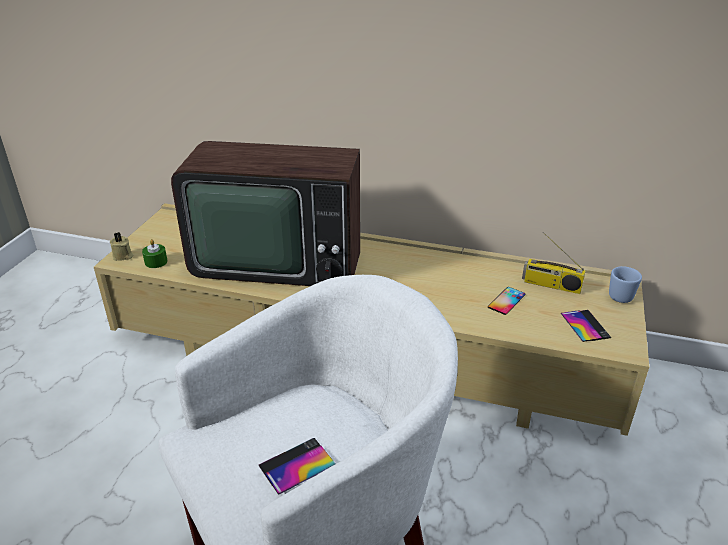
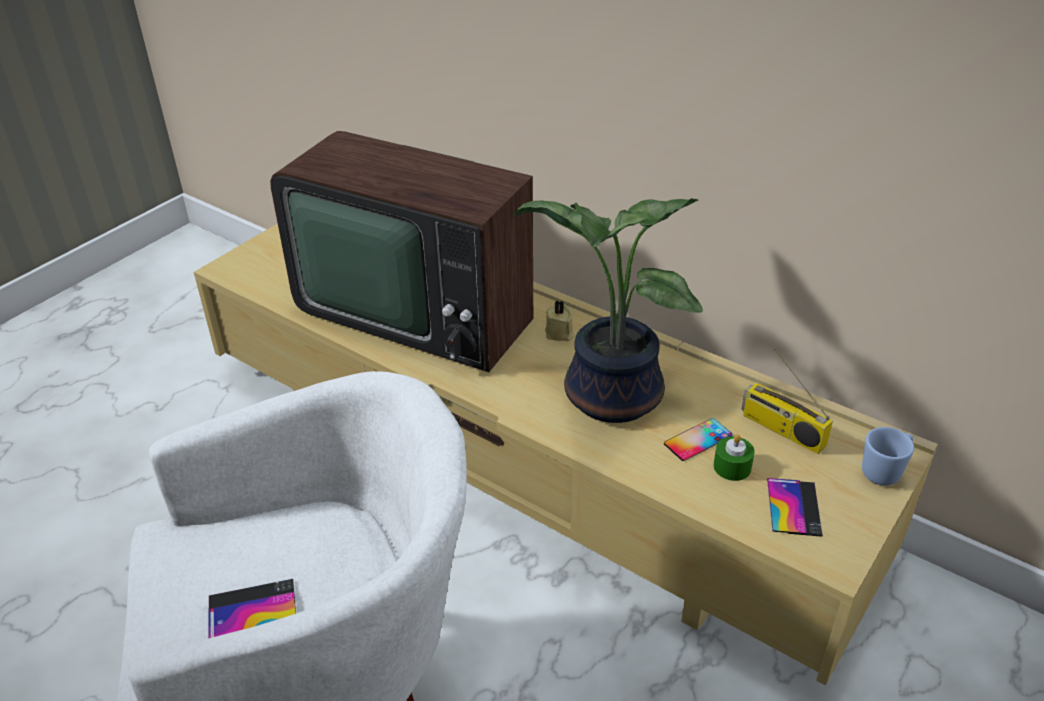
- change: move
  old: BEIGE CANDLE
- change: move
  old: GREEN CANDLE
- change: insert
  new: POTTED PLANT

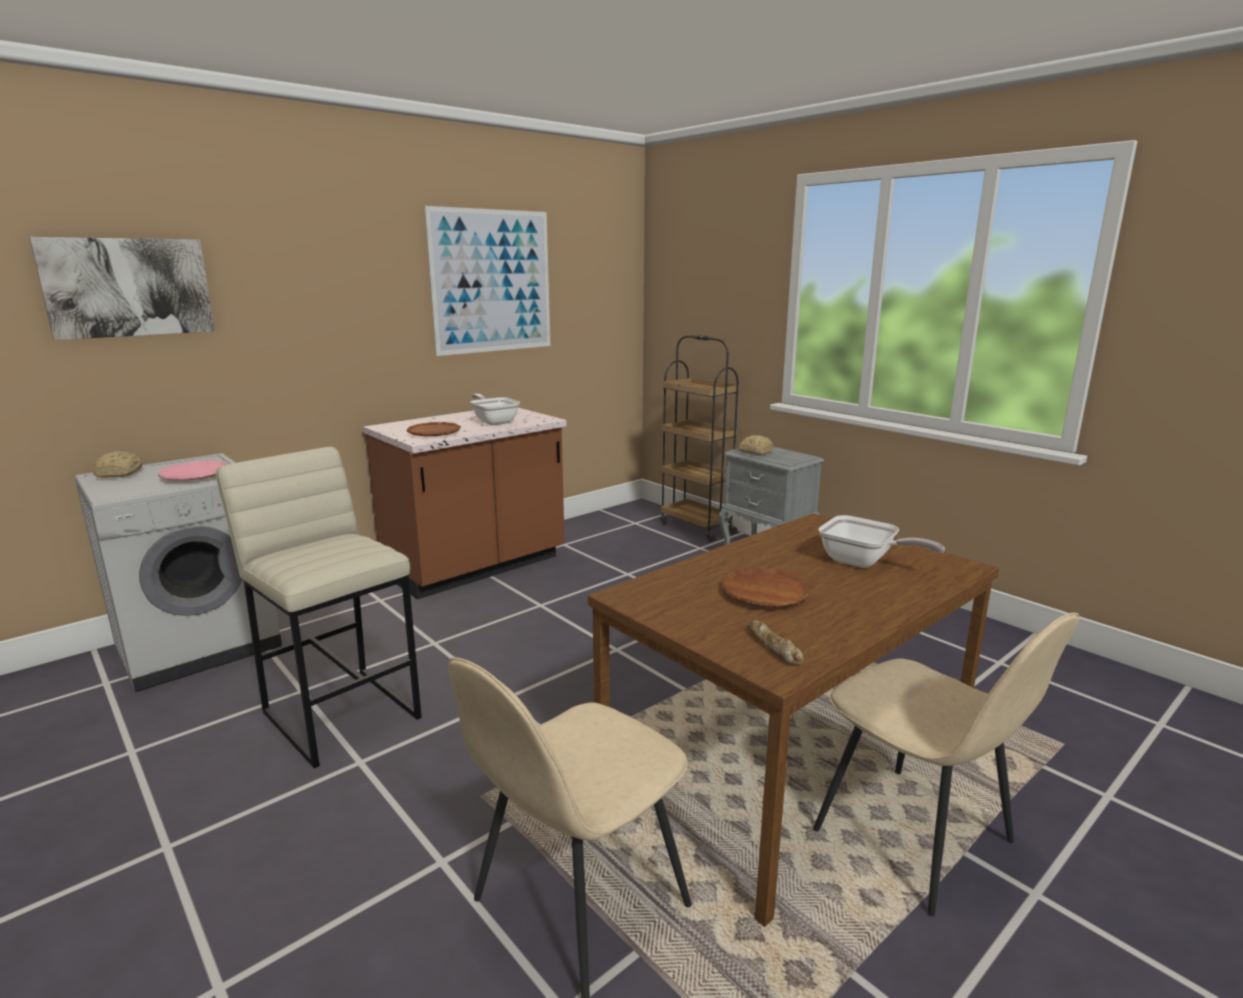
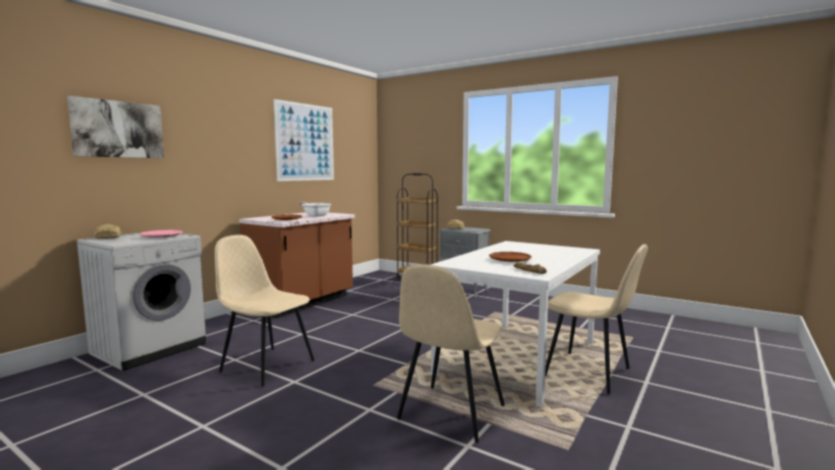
- change: replace
  old: BEIGE STOOL
  new: BEIGE CHAIR (1st from left)
- change: recolor
  old: BROWN DINING TABLE
  new: WHITE DINING TABLE
- change: delete
  old: FRYING PAN (2nd from left)

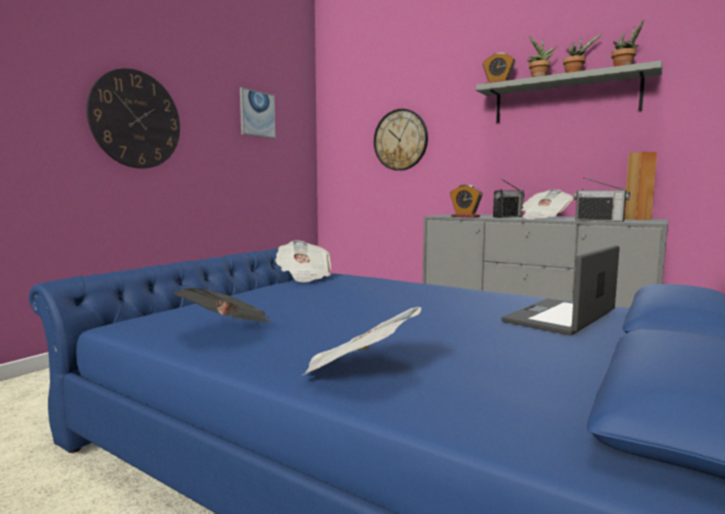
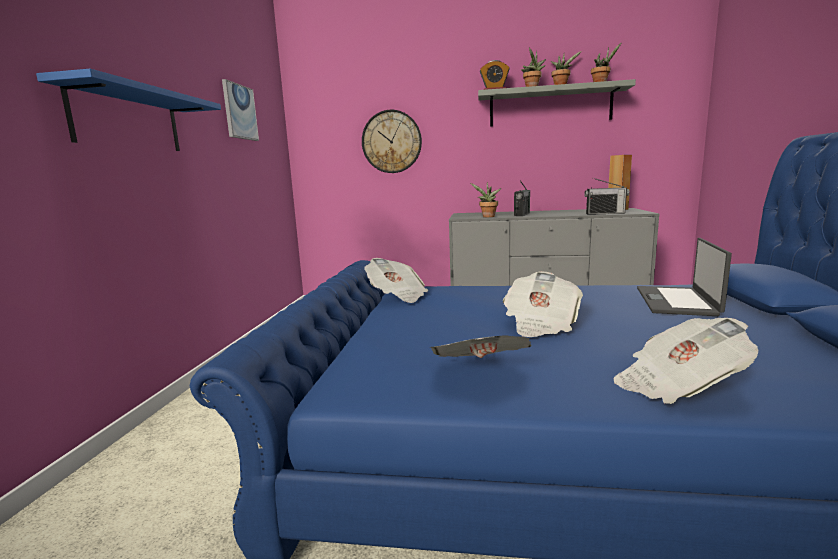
- change: replace
  old: WALL CLOCK (1st from left)
  new: BLUE SHELF
- change: replace
  old: ALARM CLOCK (1st from left)
  new: POTTED PLANT (1st from left)
- change: move
  old: NEWSPAPER (4th from left in the first image)
  new: NEWSPAPER (3rd from left)

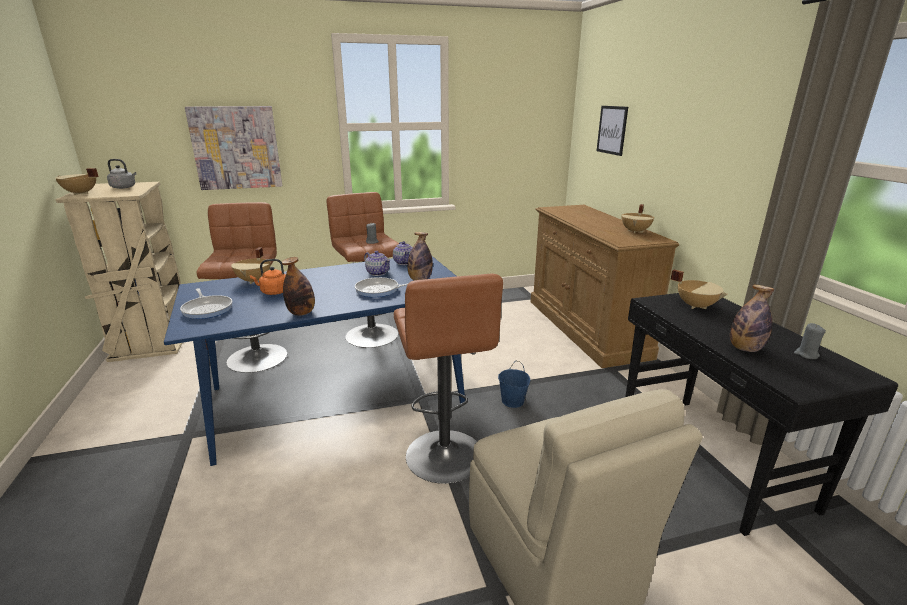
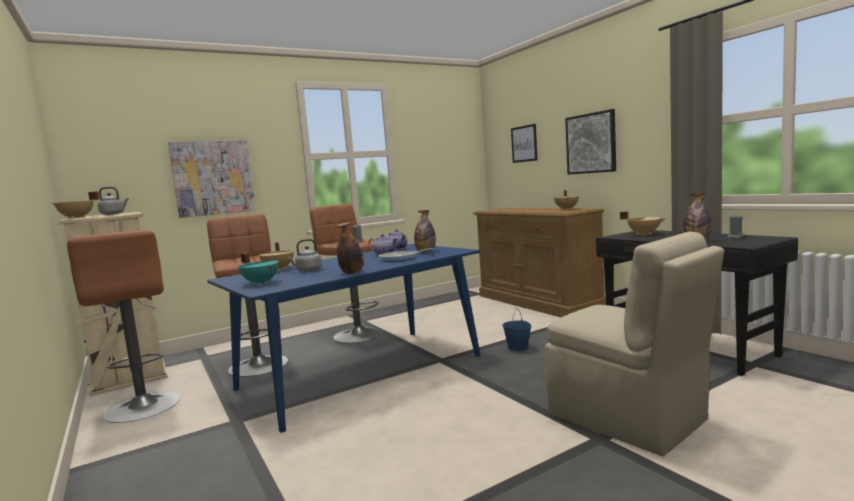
- change: replace
  old: FRYING PAN (1st from left)
  new: TURQUOISE COOKING POT
- change: recolor
  old: ORANGE KETTLE
  new: GREY KETTLE (2nd from left)
- change: move
  old: BROWN STOOL (3rd from left in the first image)
  new: BROWN STOOL (1st from left)
- change: insert
  new: PICTURE (3rd from left)

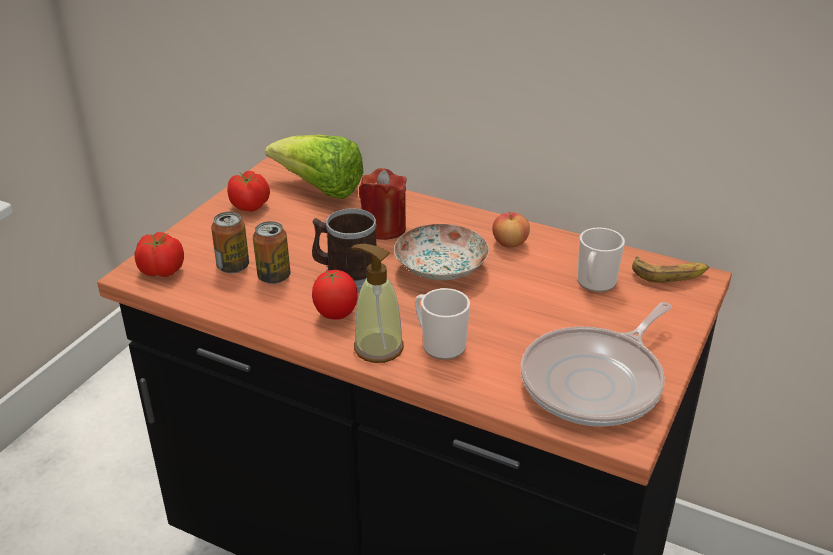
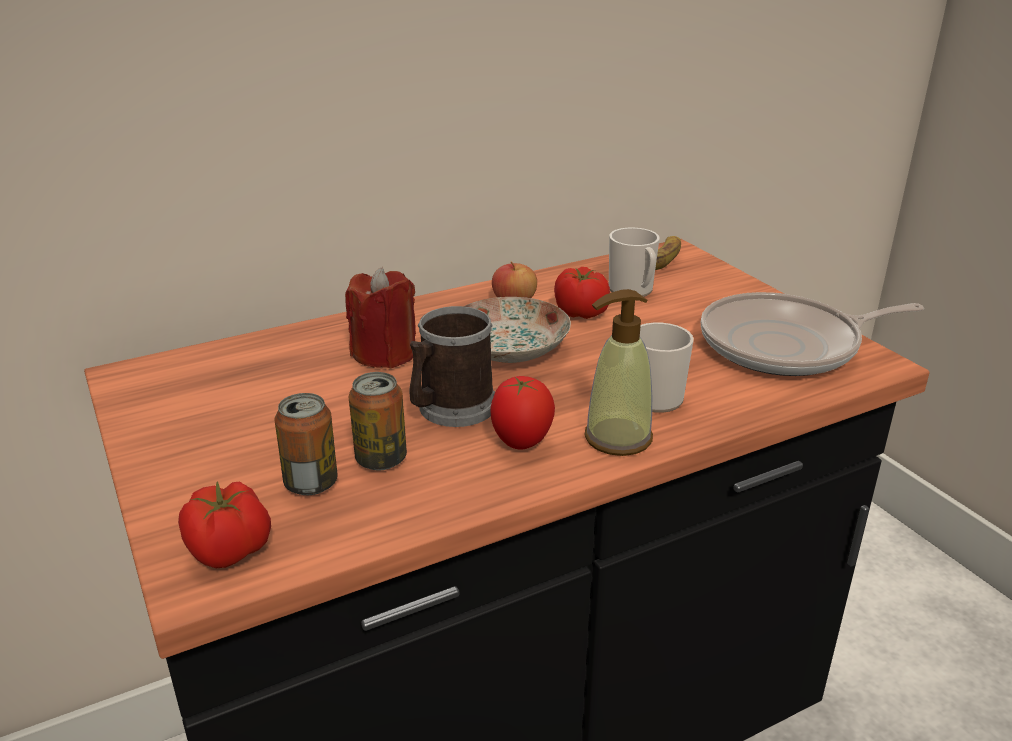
- change: move
  old: TOMATO (2nd from left in the first image)
  new: TOMATO (3rd from left)
- change: delete
  old: LETTUCE
- change: rotate
  old: FRYING PAN
  degrees: 90

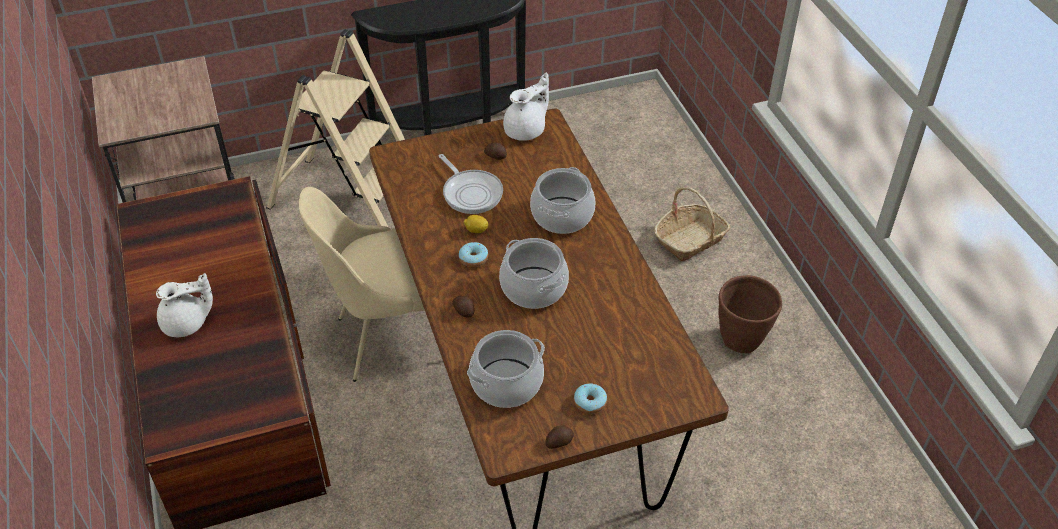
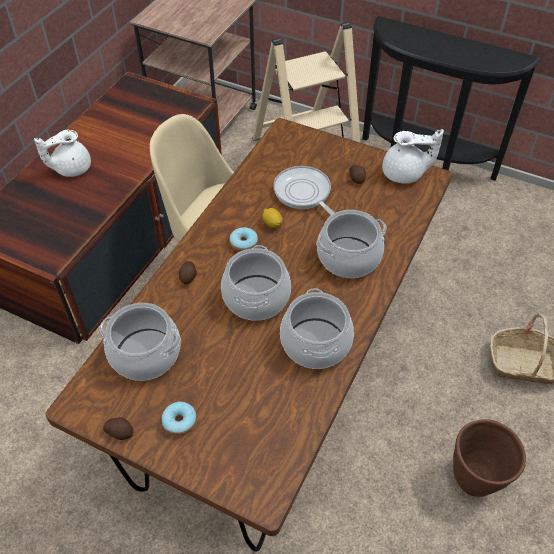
- change: rotate
  old: WHITE TEAPOT (1st from left)
  degrees: 120
- change: rotate
  old: FRYING PAN
  degrees: 135
- change: insert
  new: COOKING POT (3rd from left)

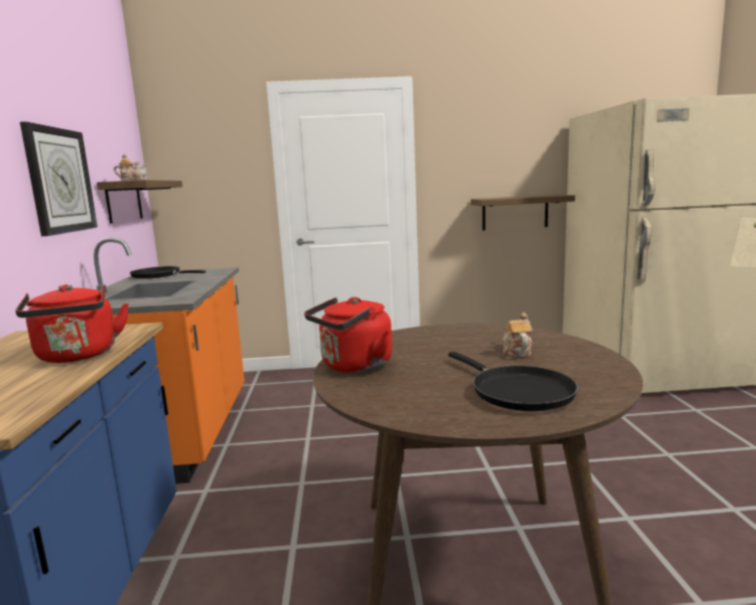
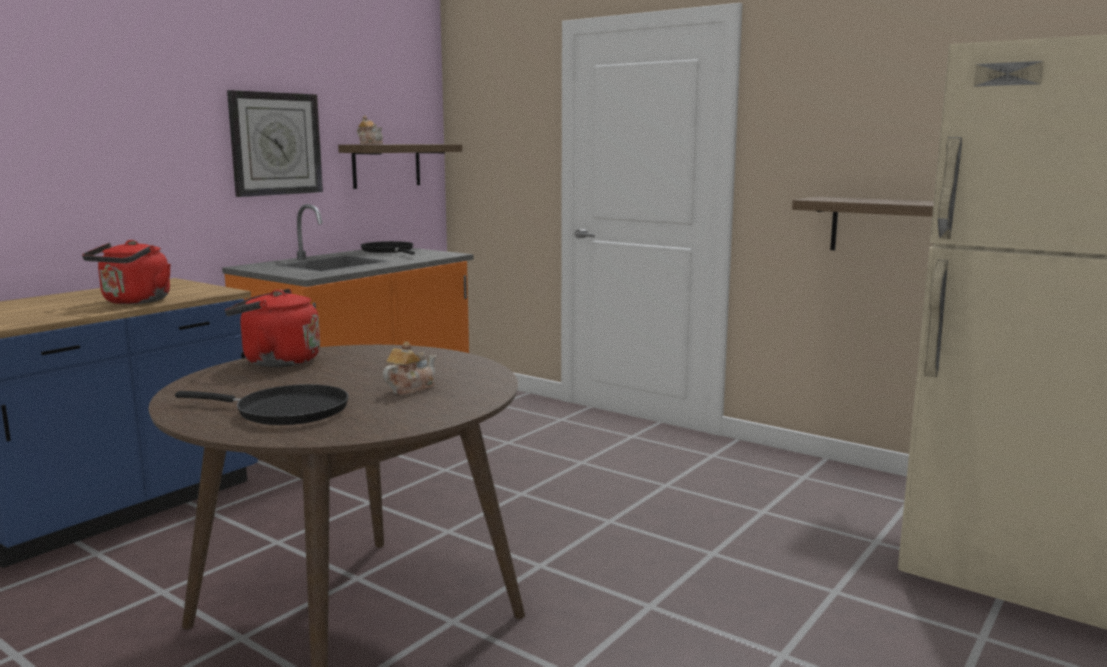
- change: rotate
  old: BLACK FRYING PAN (2nd from left in the first image)
  degrees: -90

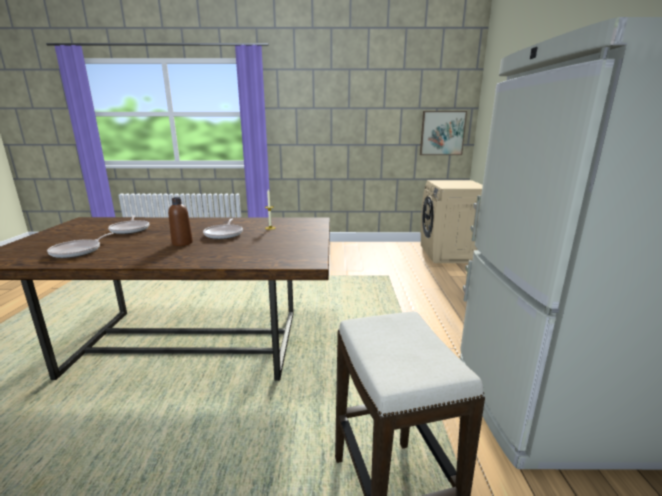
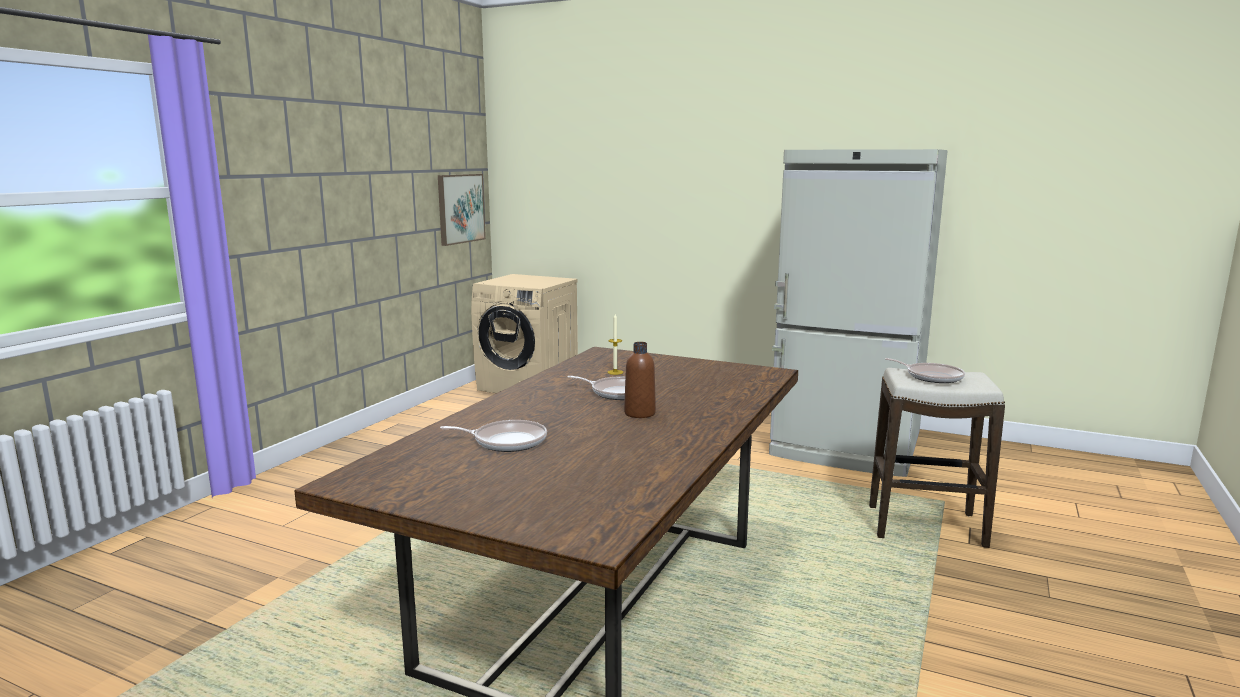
- change: move
  old: FRYING PAN (1st from left in the first image)
  new: FRYING PAN (3rd from left)

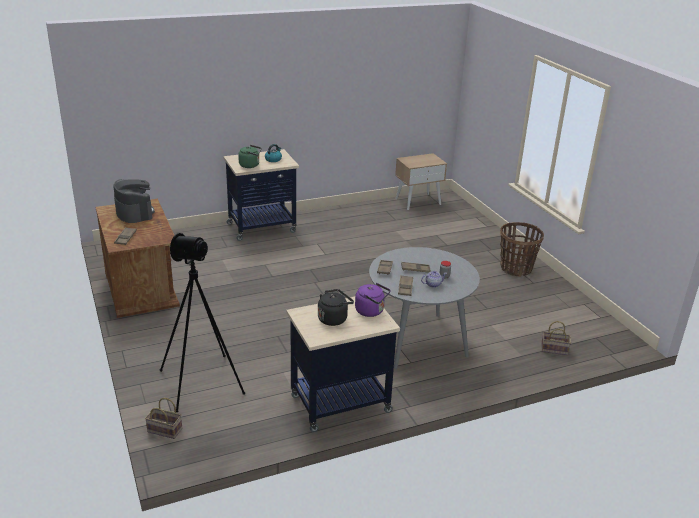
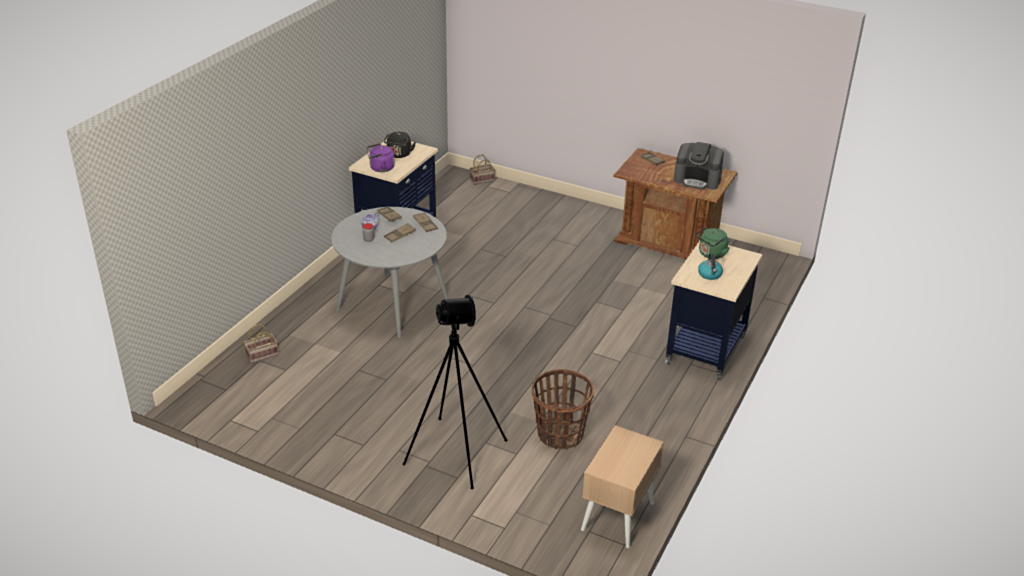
- change: move
  old: BLACK FLOOR LAMP
- change: move
  old: BASKET (2nd from left in the first image)
  new: BASKET (3rd from left)

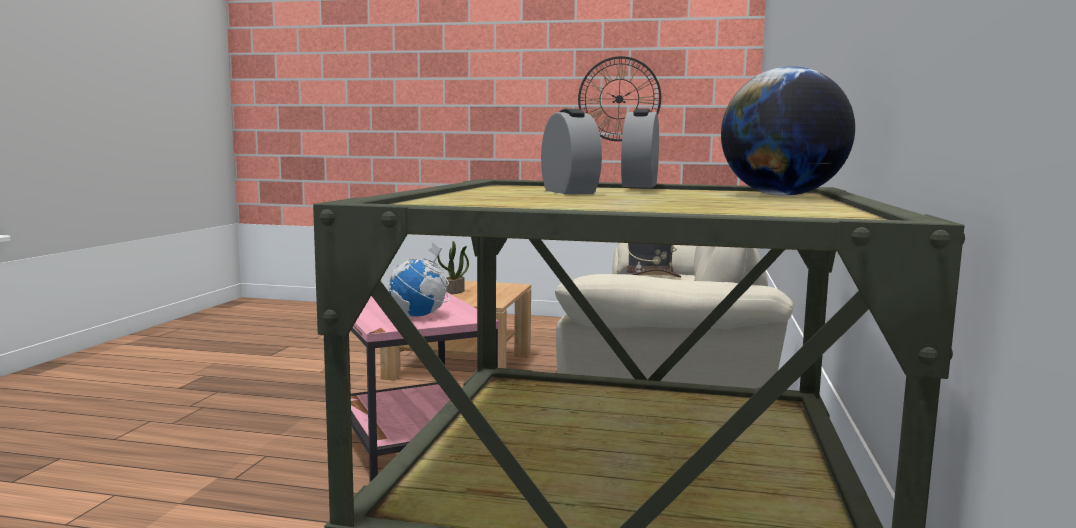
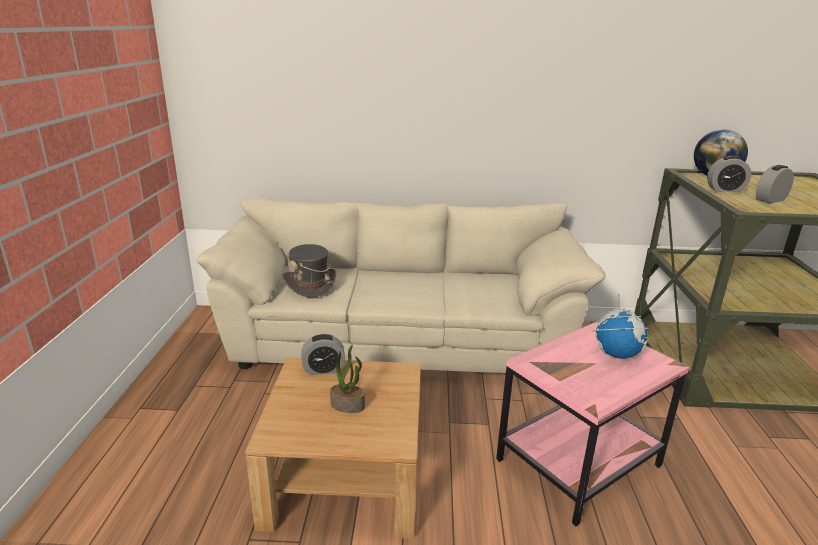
- change: delete
  old: WALL CLOCK
- change: insert
  new: ALARM CLOCK (1st from left)

